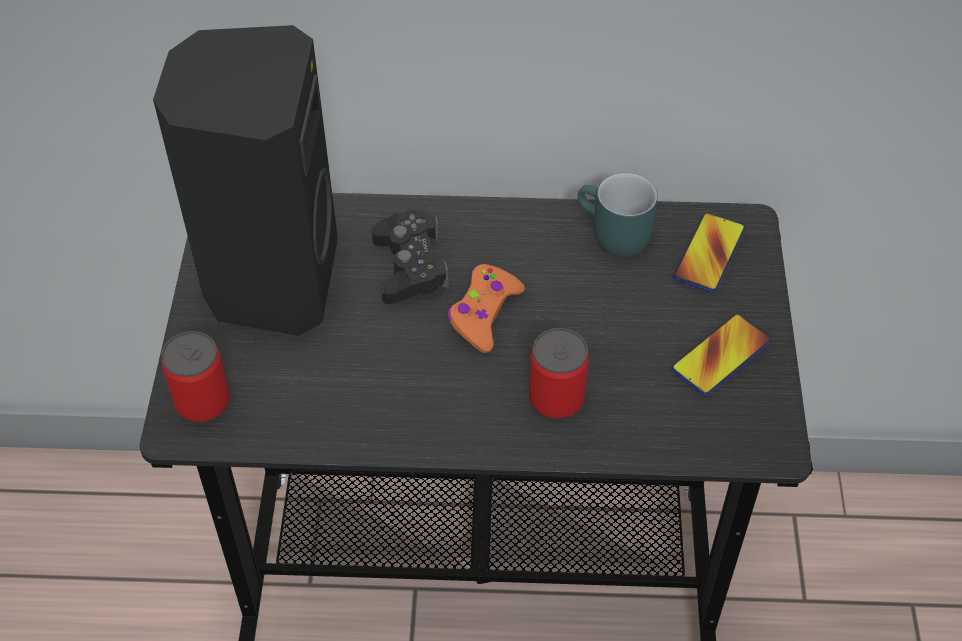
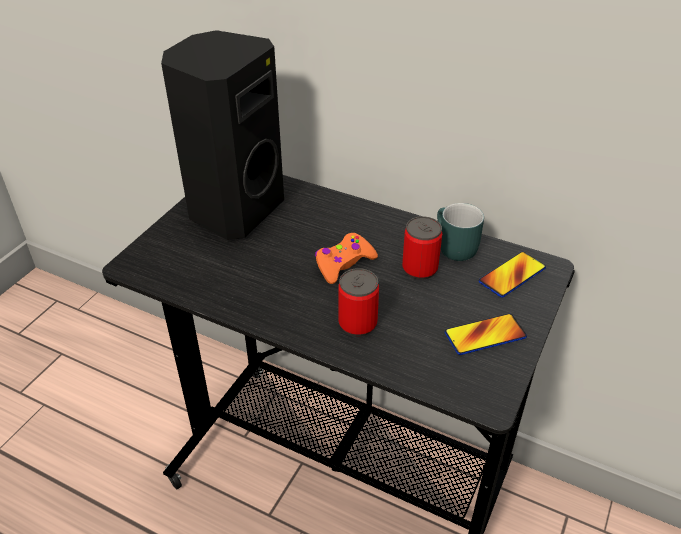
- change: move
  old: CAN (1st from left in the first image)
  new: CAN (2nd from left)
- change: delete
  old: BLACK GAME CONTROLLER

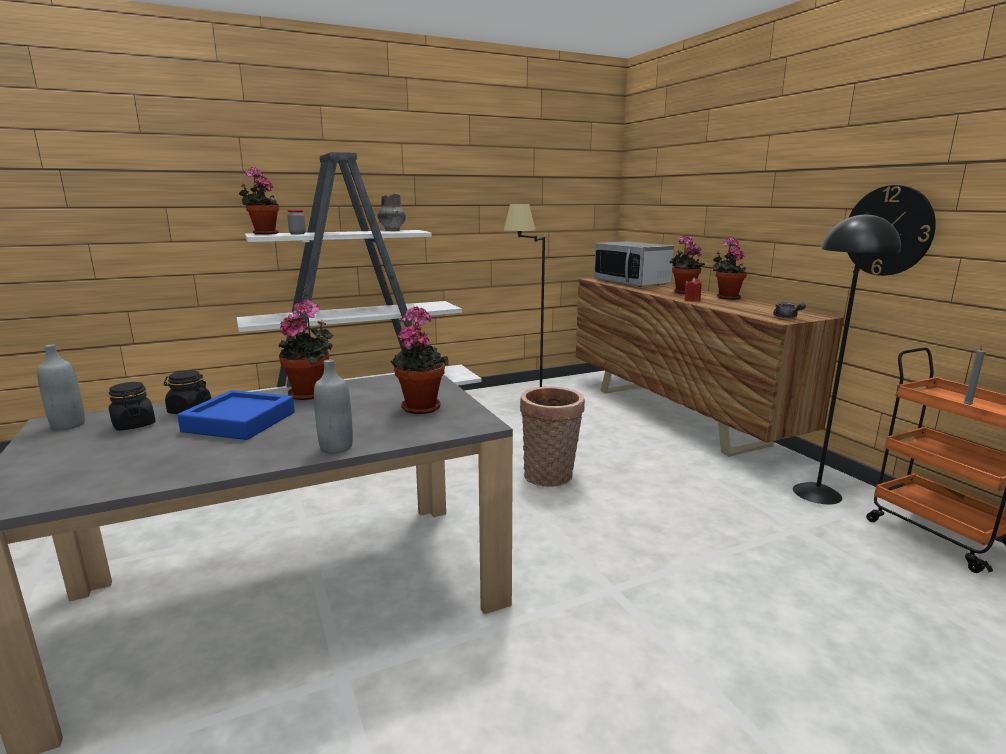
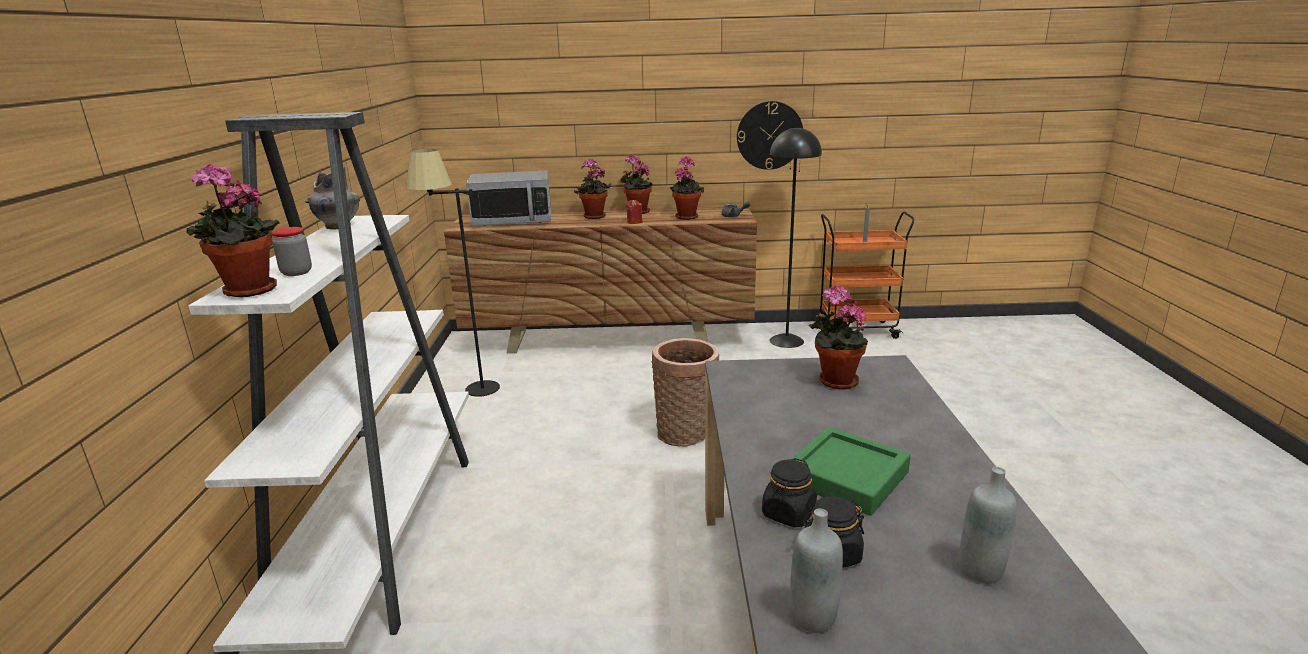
- change: recolor
  old: BLUE TRAY
  new: GREEN TRAY
- change: move
  old: POTTED PLANT (2nd from left in the first image)
  new: POTTED PLANT (4th from left)
- change: move
  old: GREY BOTTLE (2nd from left)

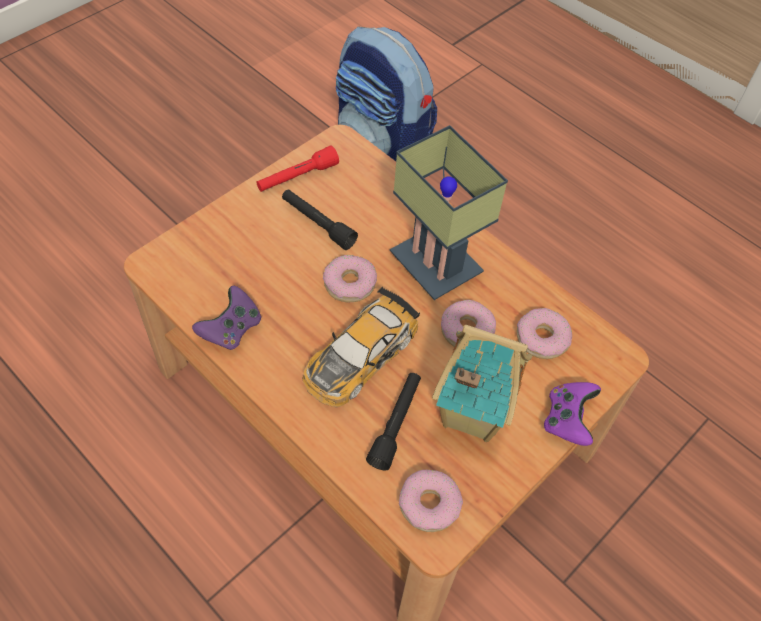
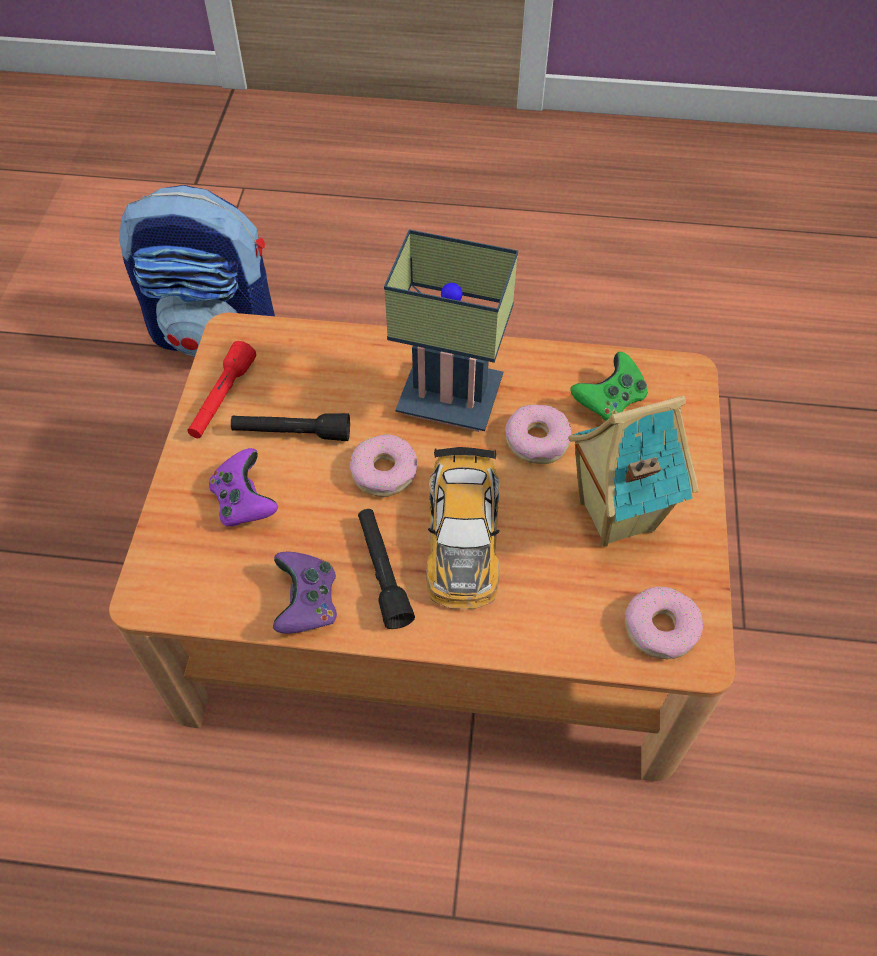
- change: move
  old: BLACK FLASHLIGHT (2nd from left)
- change: replace
  old: DONUT (4th from left)
  new: GREEN GAME CONTROLLER
- change: move
  old: PURPLE GAME CONTROLLER (2nd from left in the first image)
  new: PURPLE GAME CONTROLLER (1st from left)

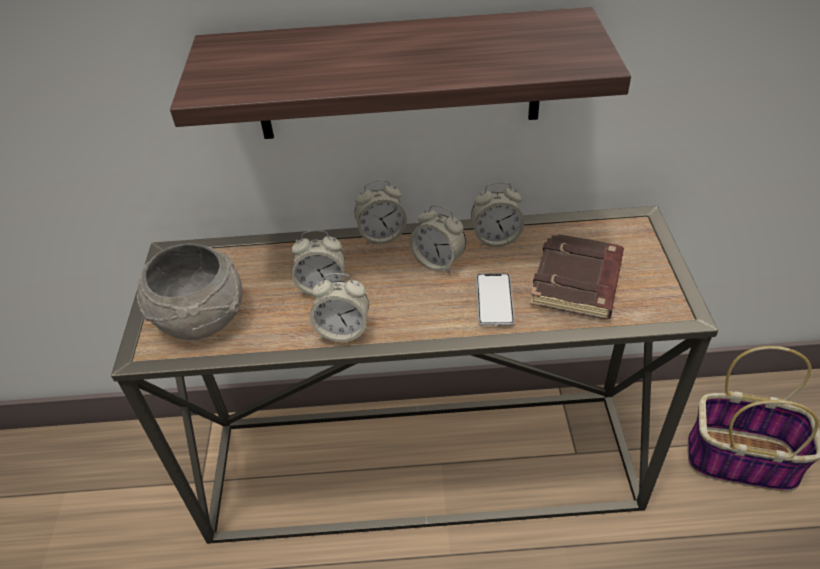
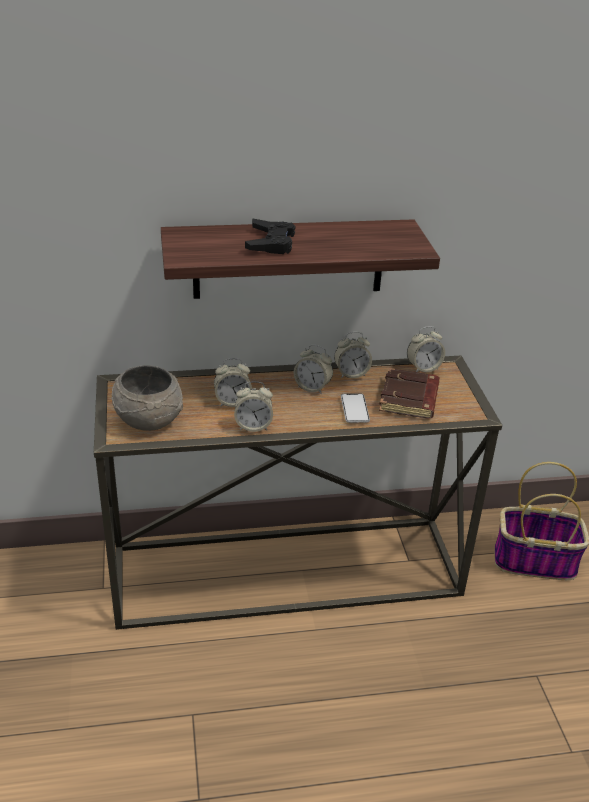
- change: move
  old: ALARM CLOCK (3rd from left in the first image)
  new: ALARM CLOCK (5th from left)
- change: insert
  new: BLACK GAME CONTROLLER

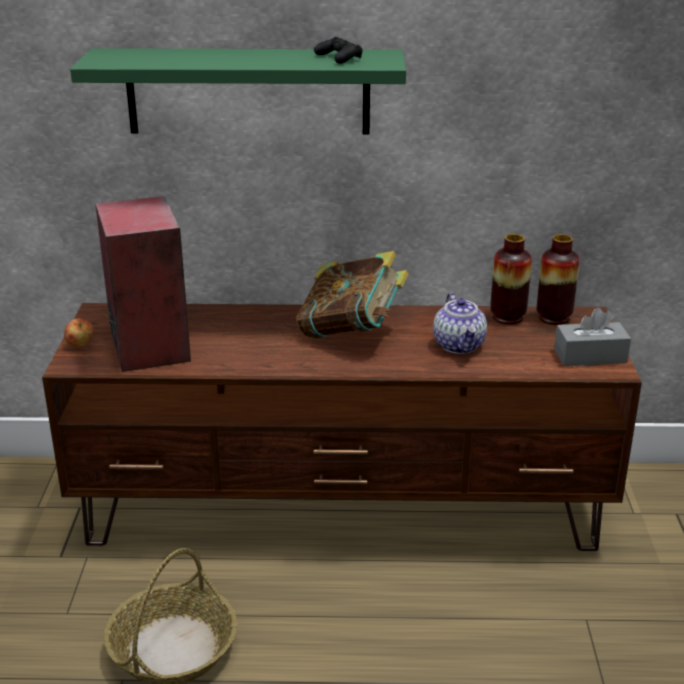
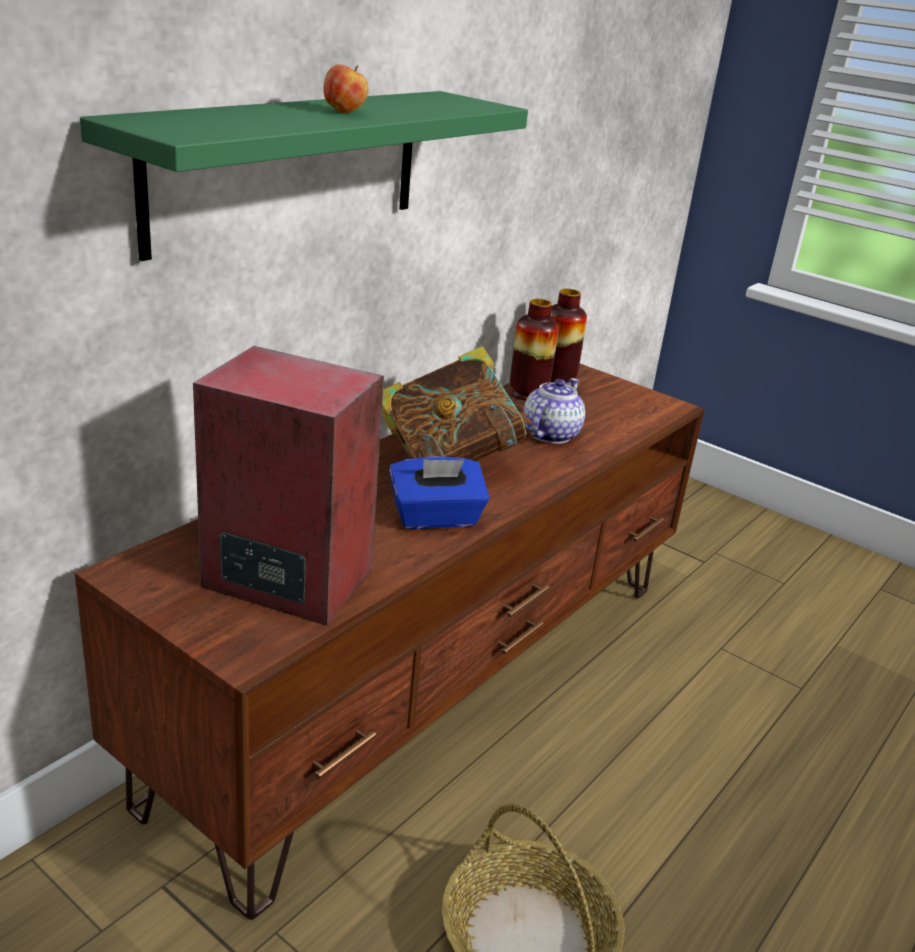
- change: move
  old: APPLE
- change: delete
  old: BLACK GAME CONTROLLER
- change: rotate
  old: TEAPOT
  degrees: -90
- change: delete
  old: GREY TISSUE BOX
- change: insert
  new: BLUE TISSUE BOX

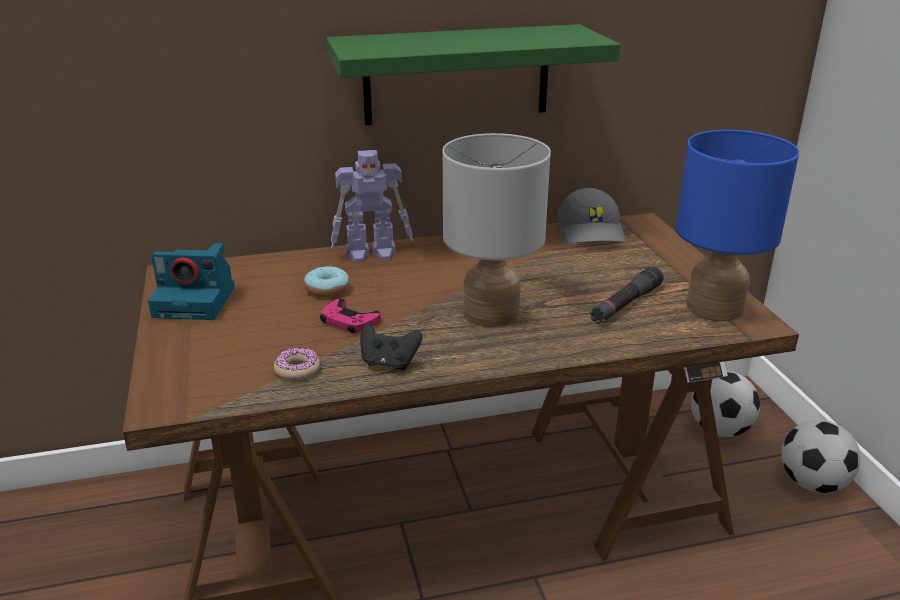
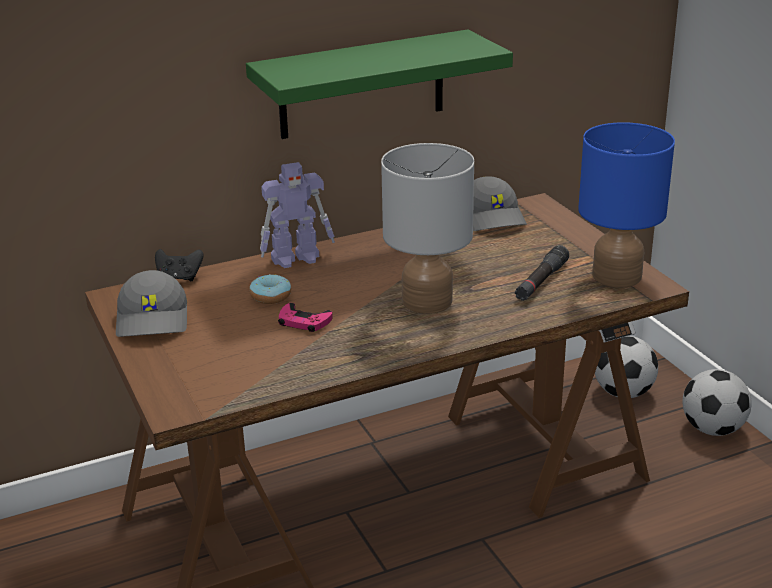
- change: replace
  old: PHOTO CAMERA
  new: GREY CAP (1st from left)
- change: delete
  old: DONUT (1st from left)
- change: move
  old: BLACK GAME CONTROLLER

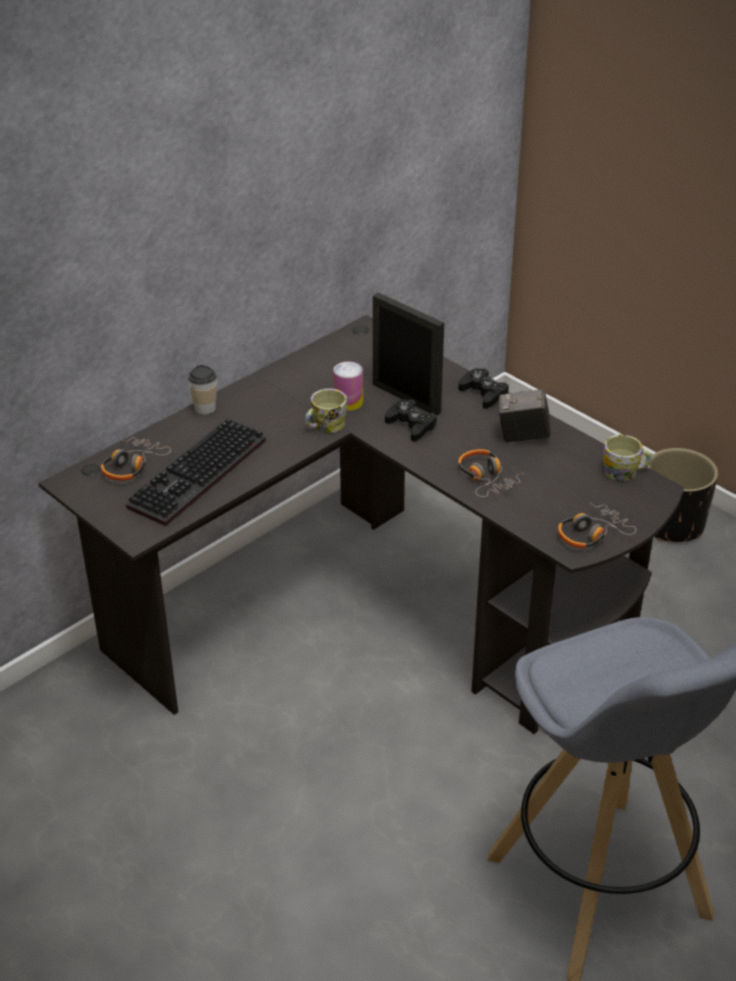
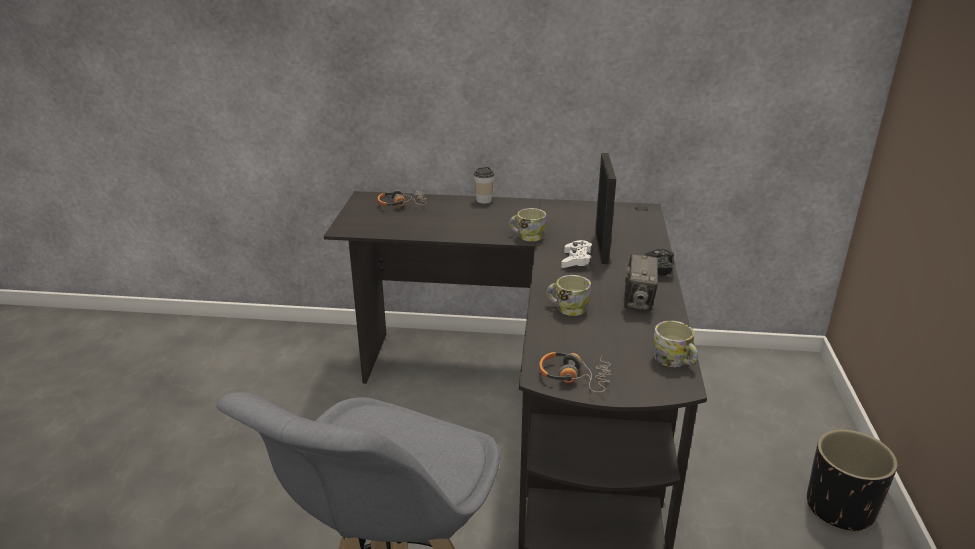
- change: delete
  old: KEYBOARD
- change: delete
  old: CAN
- change: recolor
  old: BLACK GAME CONTROLLER (1st from left)
  new: WHITE GAME CONTROLLER
- change: replace
  old: HEADPHONES (2nd from left)
  new: MUG (2nd from left)
- change: rotate
  old: PHOTO CAMERA
  degrees: -135

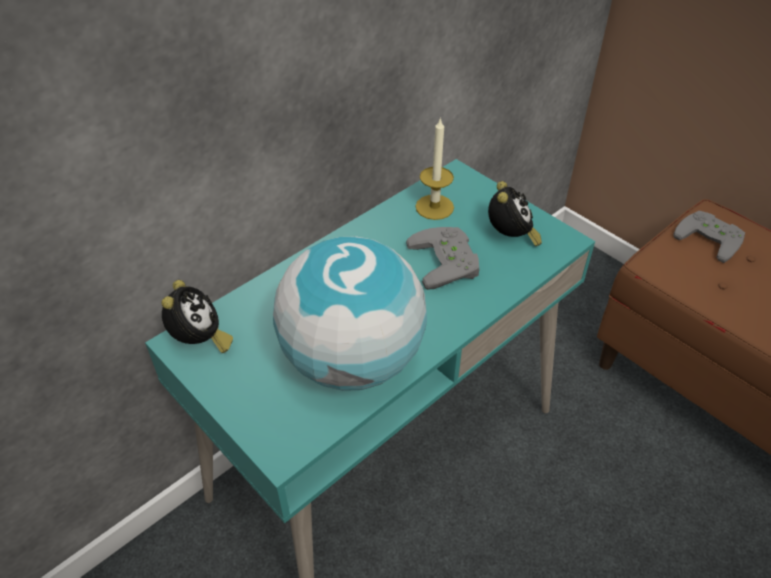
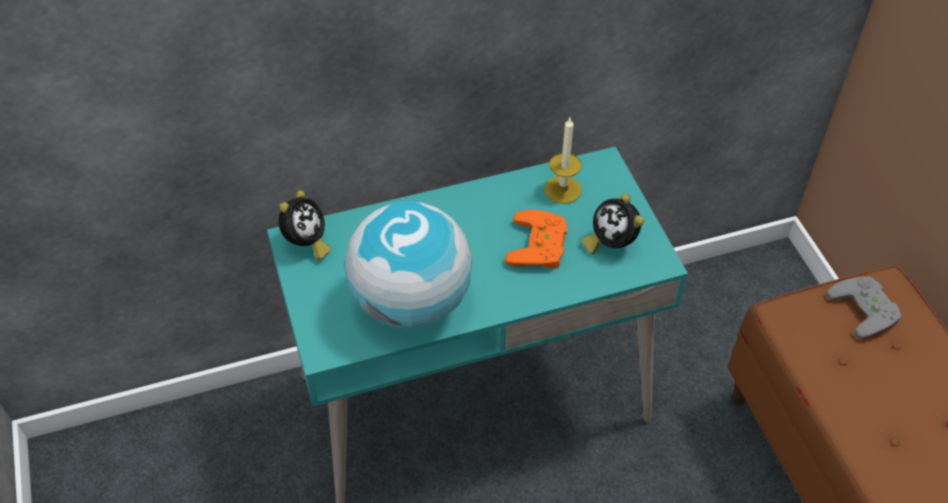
- change: recolor
  old: GREY GAME CONTROLLER (1st from left)
  new: ORANGE GAME CONTROLLER
- change: rotate
  old: ALARM CLOCK (2nd from left)
  degrees: 120

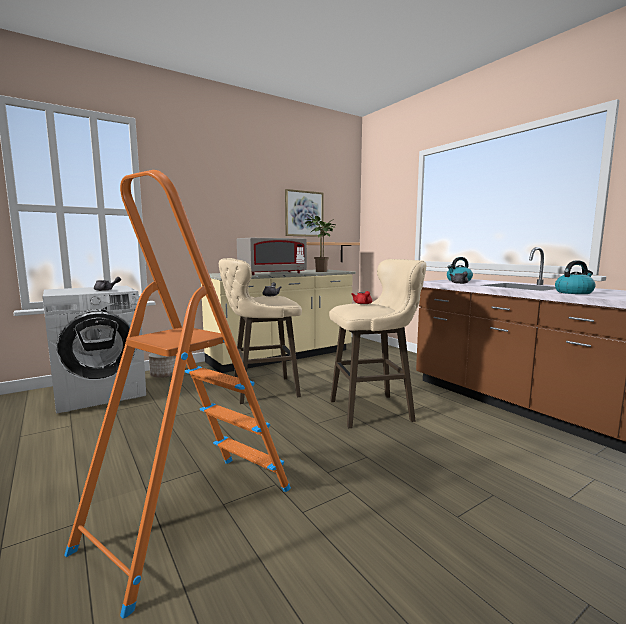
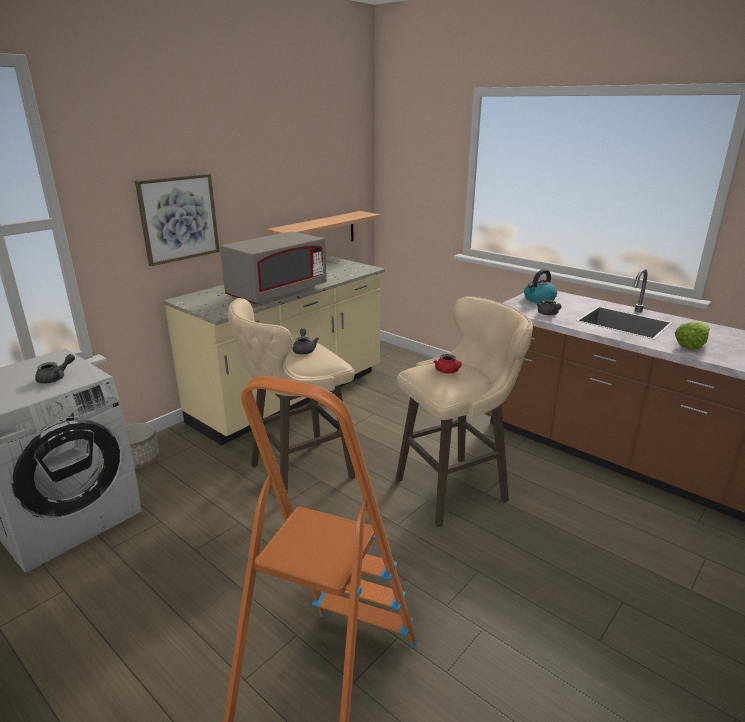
- change: move
  old: PICTURE
- change: delete
  old: POTTED PLANT
- change: replace
  old: KETTLE (2nd from left)
  new: LETTUCE

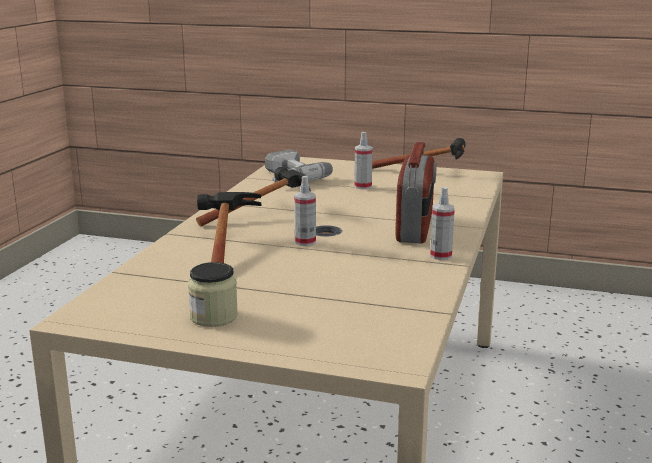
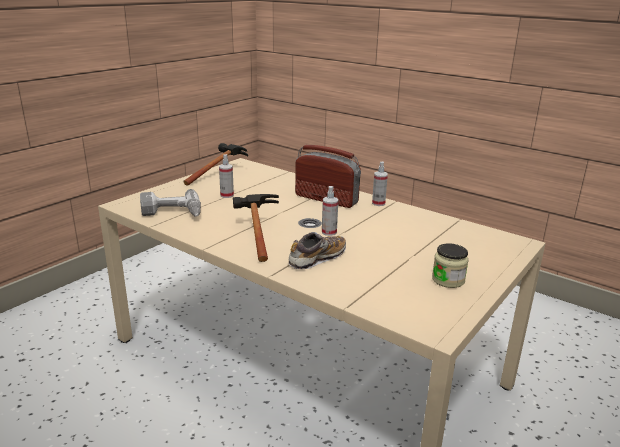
- change: replace
  old: HAMMER (1st from left)
  new: SHOE

